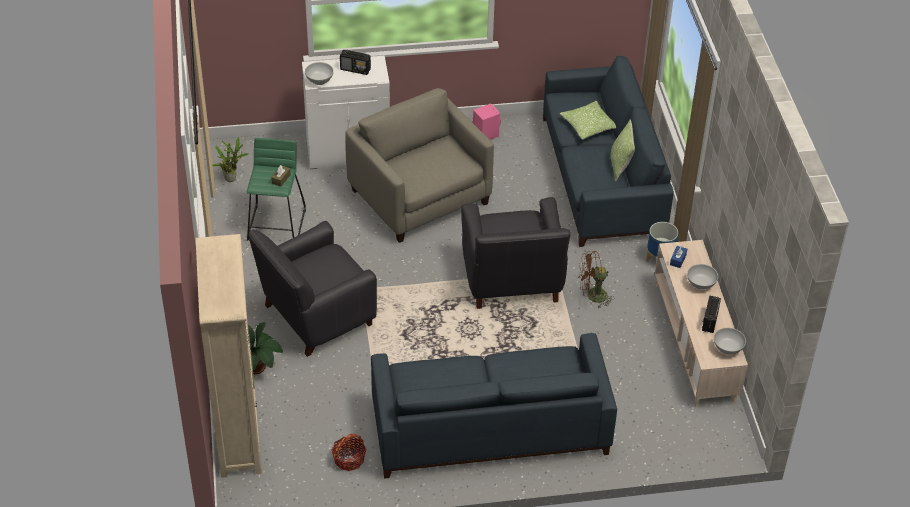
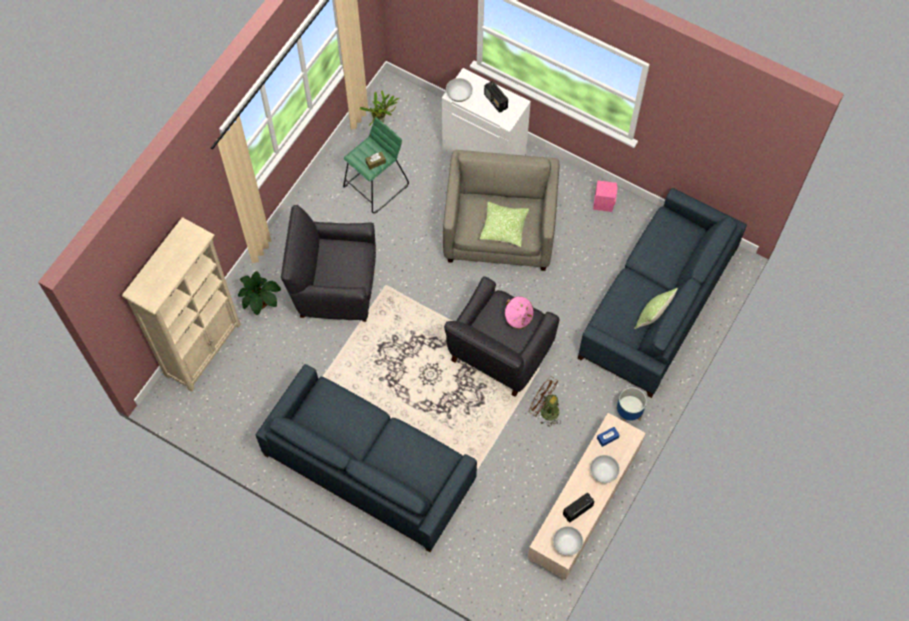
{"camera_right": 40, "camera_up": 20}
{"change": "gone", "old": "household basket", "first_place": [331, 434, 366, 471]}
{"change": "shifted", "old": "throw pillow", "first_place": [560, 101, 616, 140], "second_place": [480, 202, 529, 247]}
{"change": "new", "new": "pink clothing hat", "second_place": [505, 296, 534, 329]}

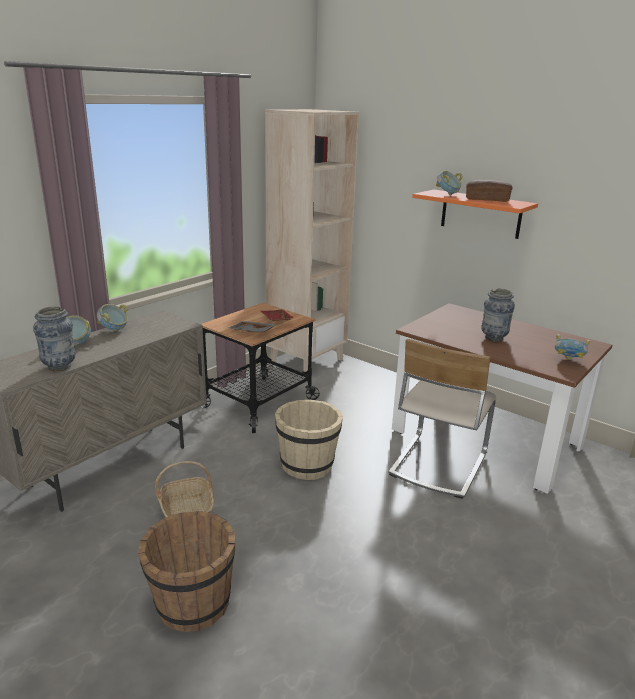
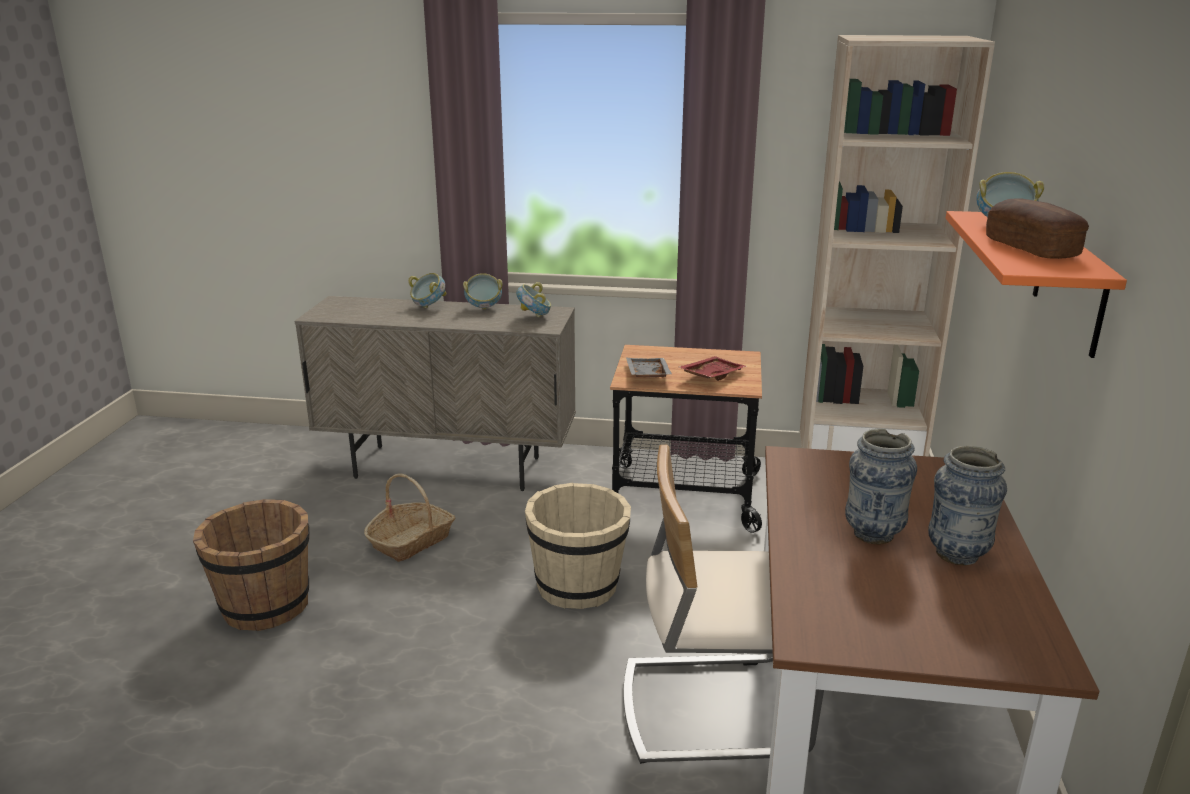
{"camera_right": 60, "camera_up": 0}
{"change": "shifted", "old": "decorative vase", "first_place": [33, 306, 76, 371], "second_place": [928, 446, 1007, 565]}
{"change": "shifted", "old": "deep dish", "first_place": [555, 334, 590, 360], "second_place": [516, 282, 551, 317]}

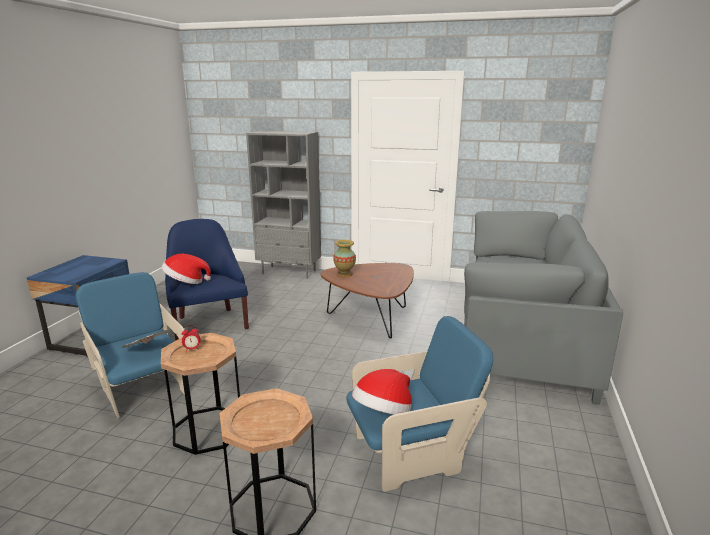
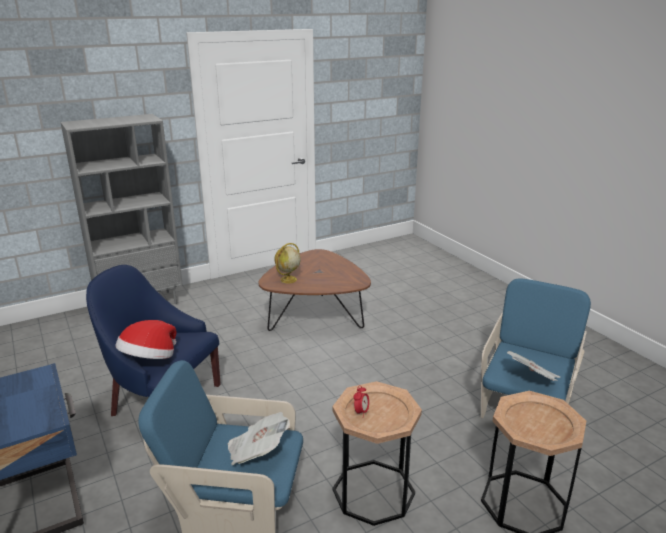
{"camera_right": -45, "camera_up": 5}
{"change": "swapped", "old": "decorative vase", "new": "globe", "first_place": [333, 240, 356, 277], "second_place": [275, 243, 301, 283]}
{"change": "swapped", "old": "clothing hat", "new": "printed paper", "first_place": [352, 369, 412, 414], "second_place": [507, 351, 560, 381]}
{"change": "gone", "old": "gray settee", "first_place": [464, 211, 624, 405]}

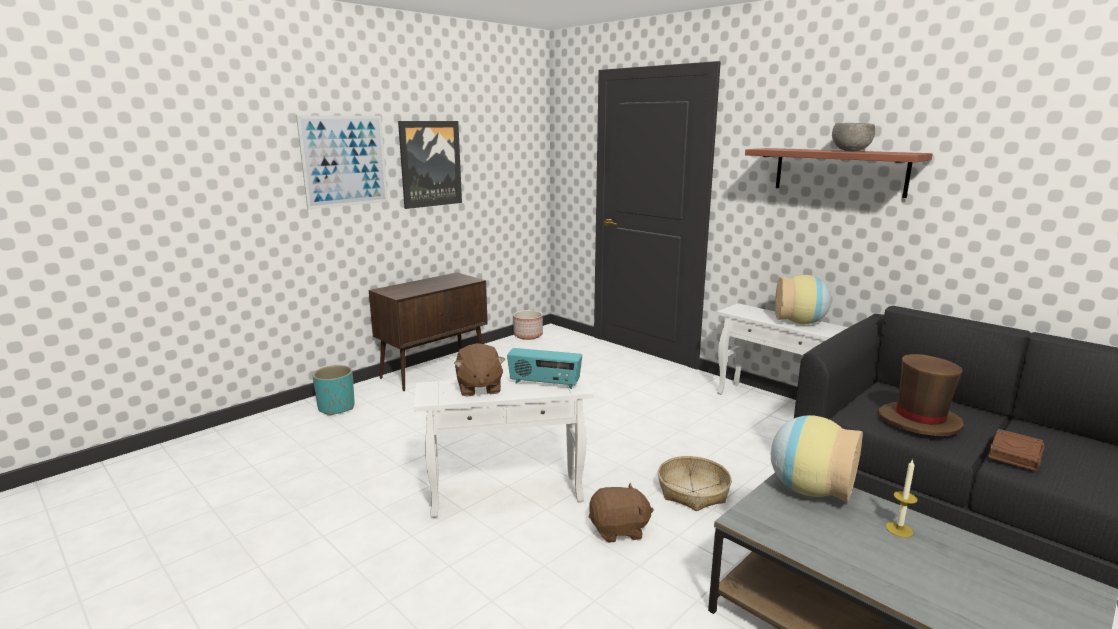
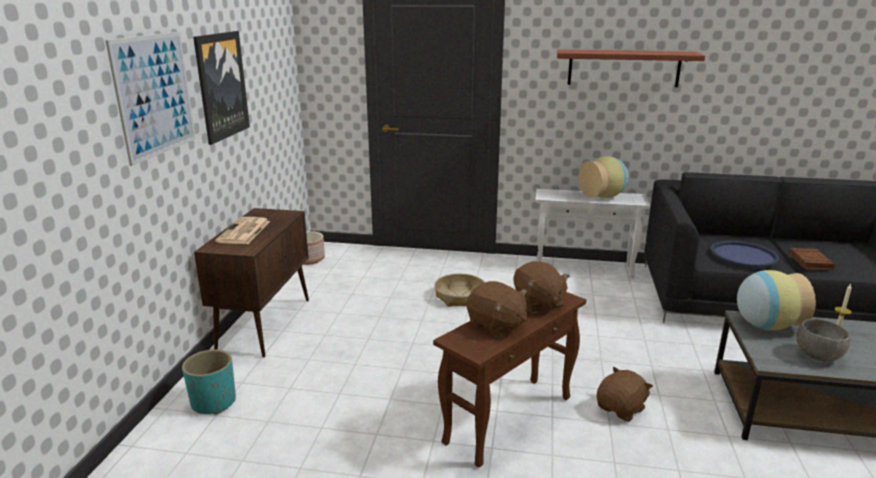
{"camera_right": -35, "camera_up": 5}
{"change": "repainted", "old": "whitish accent table", "new": "brown-coloured accent table", "first_place": [414, 371, 594, 518], "second_place": [433, 292, 586, 468]}
{"change": "swapped", "old": "radio set", "new": "brown-coloured plush toy", "first_place": [507, 348, 582, 389], "second_place": [513, 261, 570, 313]}
{"change": "shifted", "old": "household basket", "first_place": [658, 456, 732, 511], "second_place": [434, 274, 485, 307]}
{"change": "shifted", "old": "gray deep dish", "first_place": [832, 123, 875, 151], "second_place": [796, 319, 850, 361]}
{"change": "swapped", "old": "brown-coloured clothing hat", "new": "blue-coloured carrying tray", "first_place": [878, 354, 964, 436], "second_place": [710, 241, 779, 267]}
{"change": "new", "new": "printed paper", "second_place": [215, 217, 270, 244]}

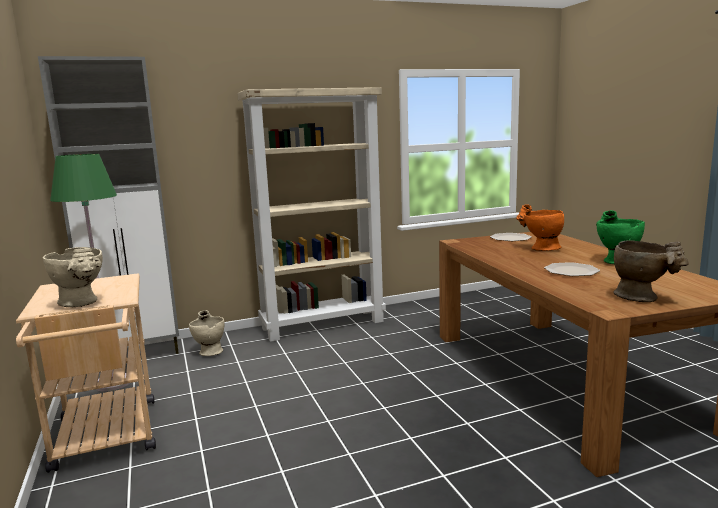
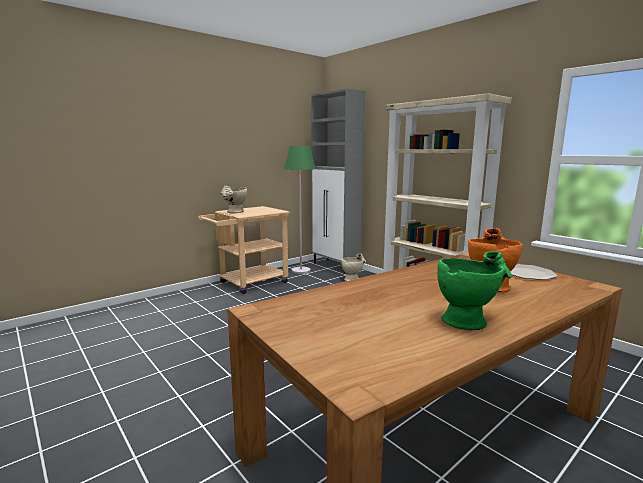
{"camera_right": 70, "camera_up": 0}
{"change": "gone", "old": "plate", "first_place": [544, 262, 600, 276]}
{"change": "gone", "old": "beige-coloured decorative vase", "first_place": [613, 241, 689, 302]}

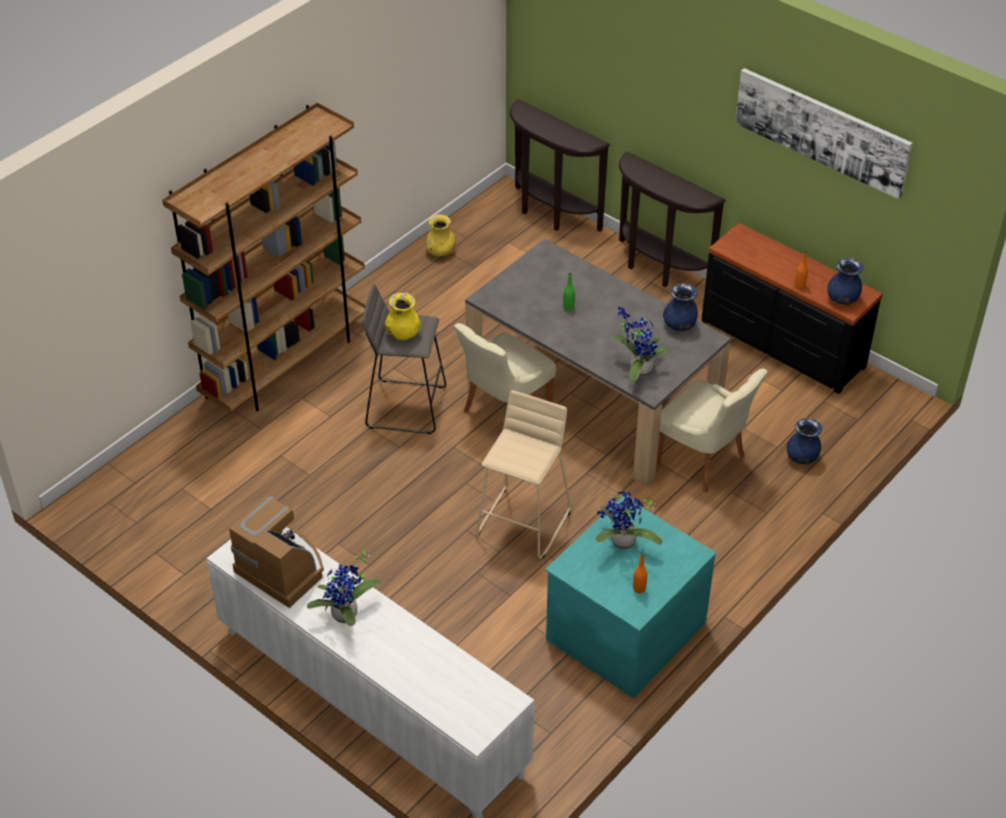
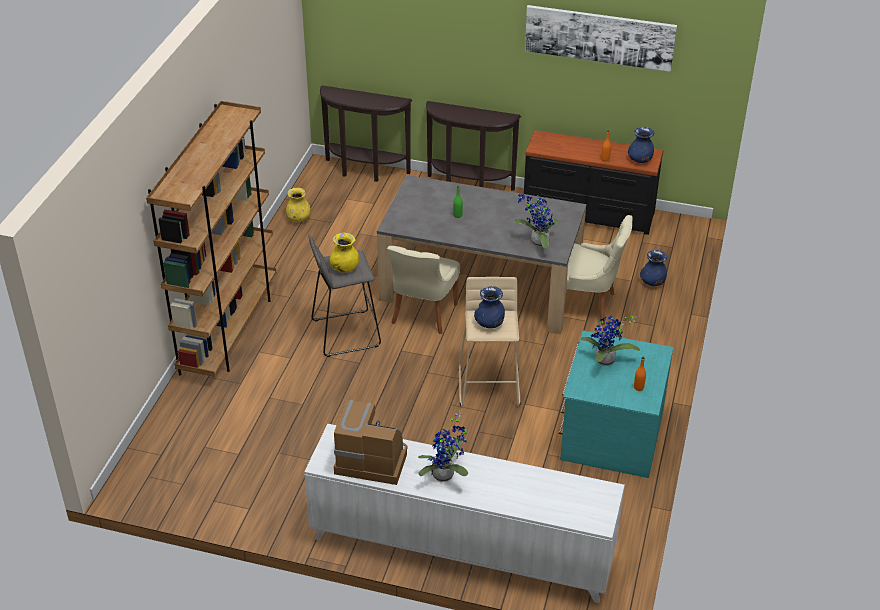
{"camera_right": -25, "camera_up": -5}
{"change": "shifted", "old": "blue-coloured decorative vase", "first_place": [663, 283, 698, 331], "second_place": [474, 286, 505, 328]}

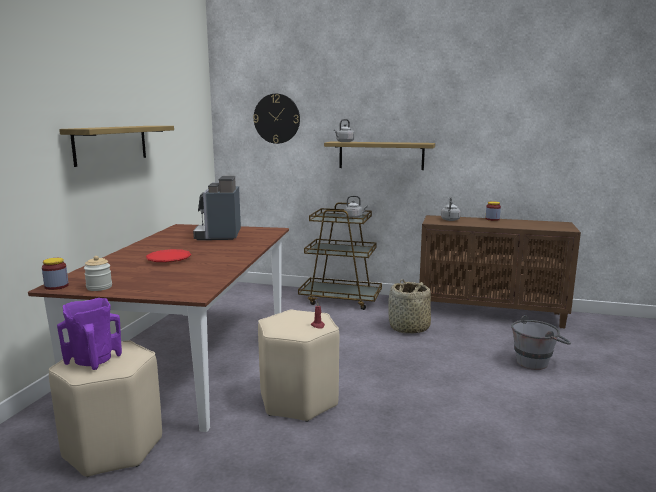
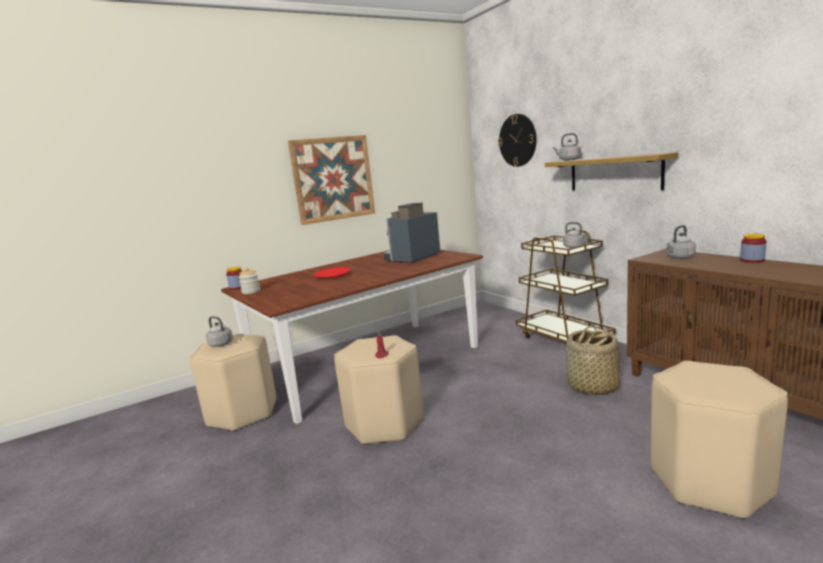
{"camera_right": 45, "camera_up": 0}
{"change": "swapped", "old": "purple-coloured decorative vase", "new": "gray water kettle", "first_place": [57, 298, 122, 370], "second_place": [206, 316, 233, 347]}
{"change": "swapped", "old": "bracket shelf", "new": "wall picture", "first_place": [59, 126, 174, 167], "second_place": [288, 135, 375, 225]}
{"change": "swapped", "old": "gray water bucket", "new": "beige-coloured stool seat", "first_place": [511, 315, 571, 370], "second_place": [651, 361, 788, 520]}

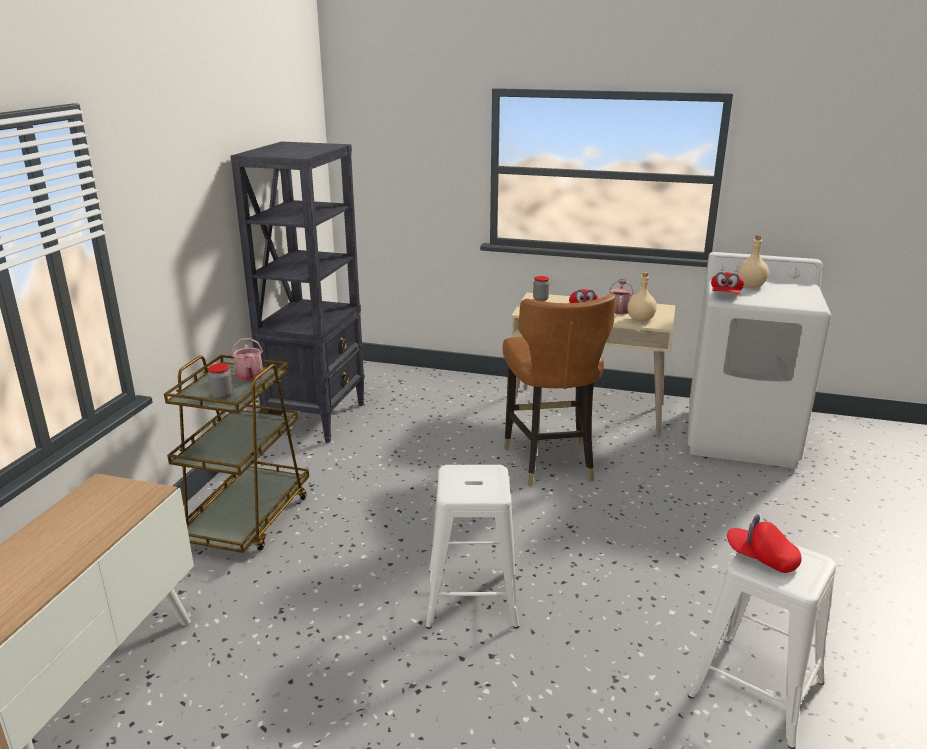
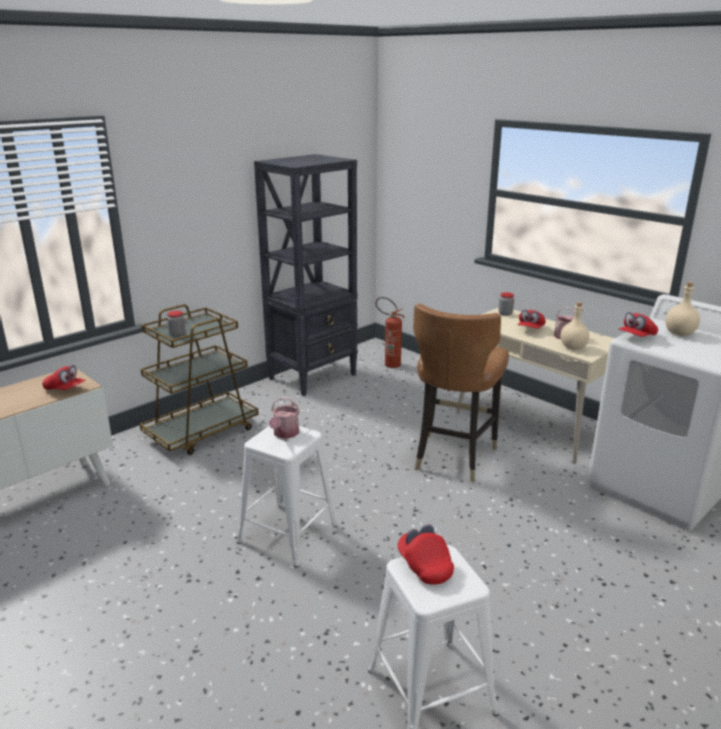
{"camera_right": 30, "camera_up": 0}
{"change": "shifted", "old": "watering can", "first_place": [231, 338, 264, 382], "second_place": [269, 397, 300, 439]}
{"change": "new", "new": "red-coloured peaked cap", "second_place": [42, 365, 85, 390]}
{"change": "new", "new": "fire extinguisher", "second_place": [376, 297, 405, 368]}

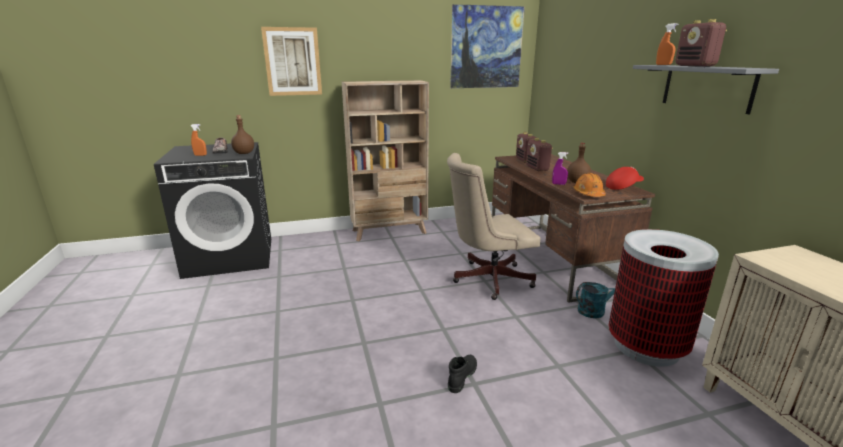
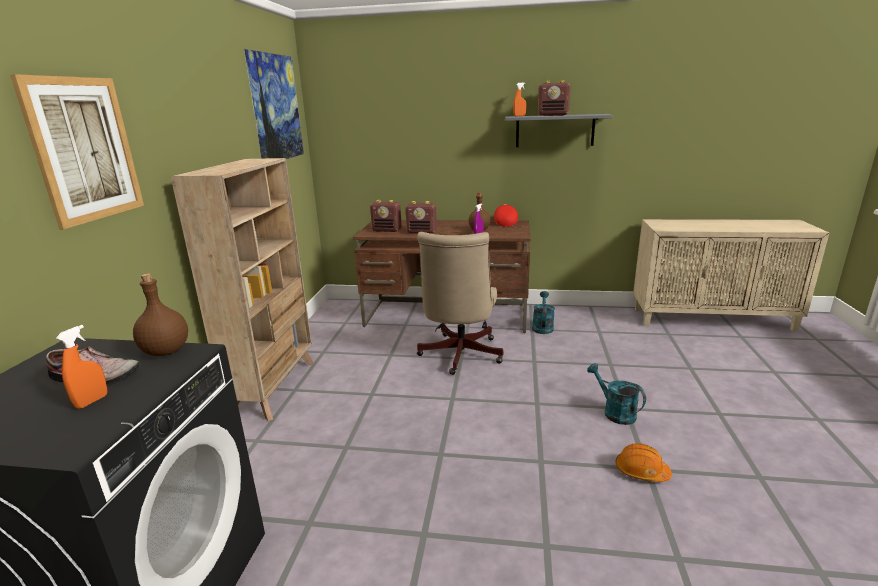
{"camera_right": -65, "camera_up": 0}
{"change": "swapped", "old": "black-coloured boot", "new": "blue-green watering can", "first_place": [448, 355, 477, 393], "second_place": [587, 363, 646, 425]}
{"change": "shifted", "old": "orange work helmet", "first_place": [574, 173, 606, 197], "second_place": [615, 443, 672, 482]}
{"change": "gone", "old": "rubbish bin", "first_place": [608, 229, 719, 367]}

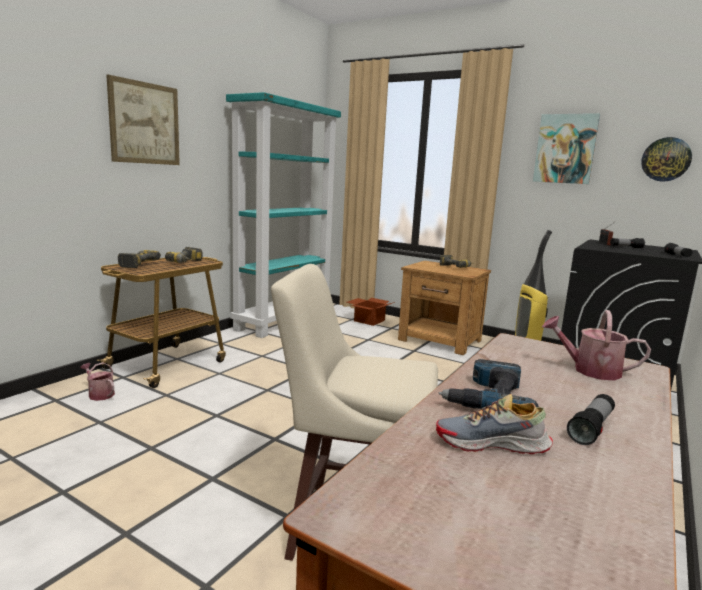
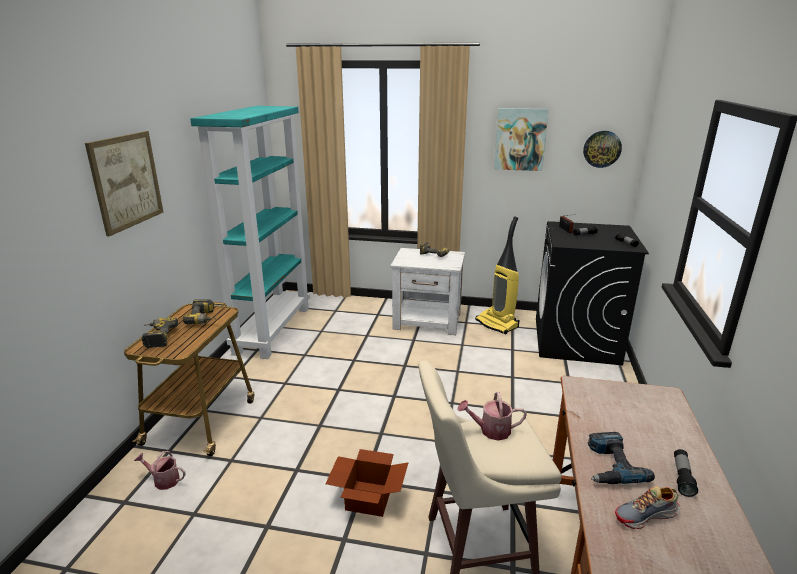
{"camera_right": -20, "camera_up": 10}
{"change": "shifted", "old": "carton", "first_place": [347, 298, 395, 326], "second_place": [325, 449, 409, 517]}
{"change": "repainted", "old": "brown-coloured nightstand", "new": "whitish nightstand", "first_place": [398, 261, 491, 355], "second_place": [390, 248, 465, 335]}
{"change": "shifted", "old": "watering can", "first_place": [542, 310, 651, 381], "second_place": [457, 392, 527, 441]}

